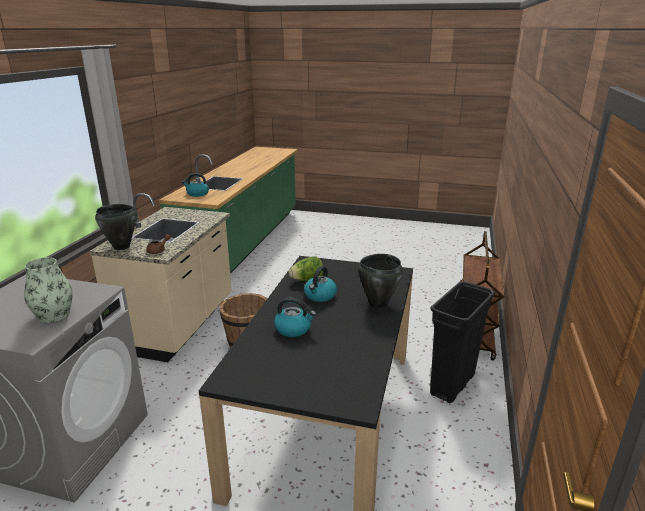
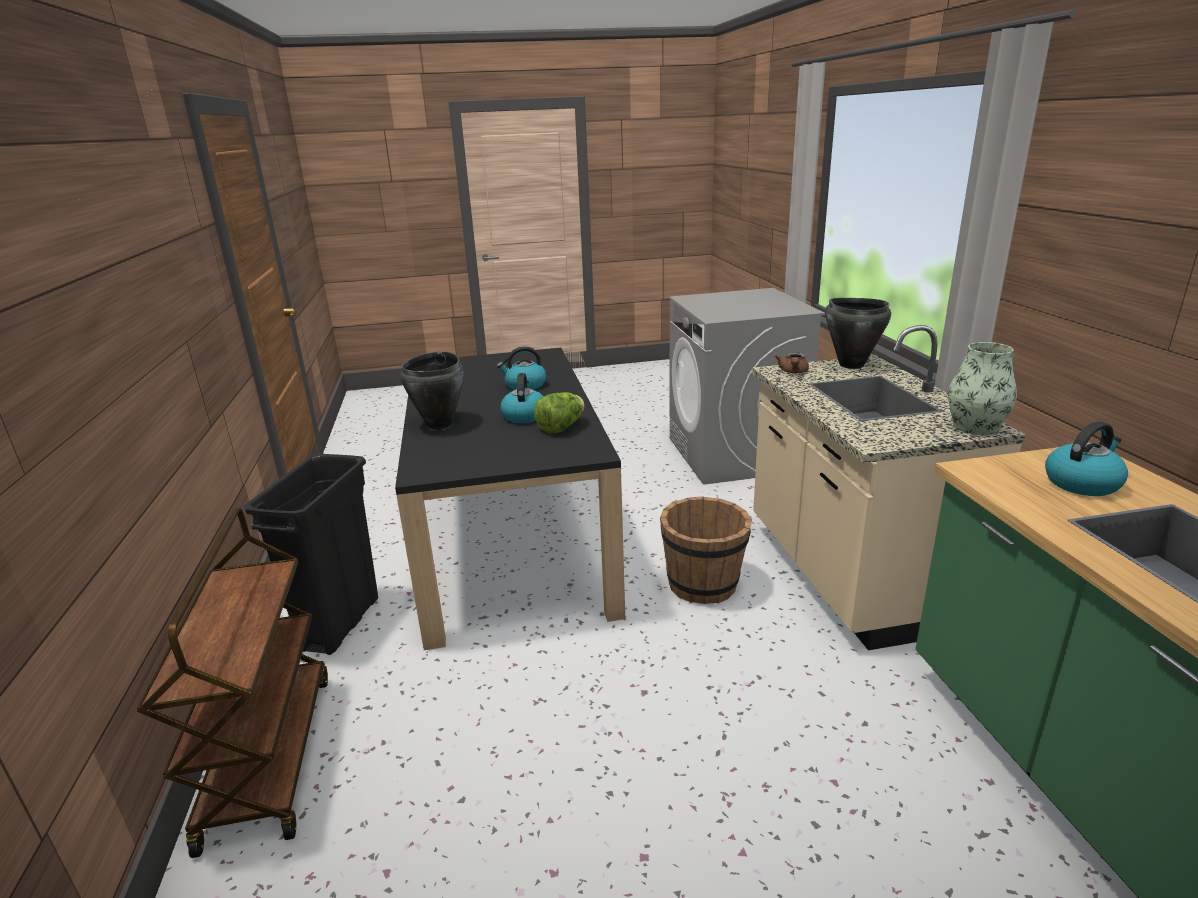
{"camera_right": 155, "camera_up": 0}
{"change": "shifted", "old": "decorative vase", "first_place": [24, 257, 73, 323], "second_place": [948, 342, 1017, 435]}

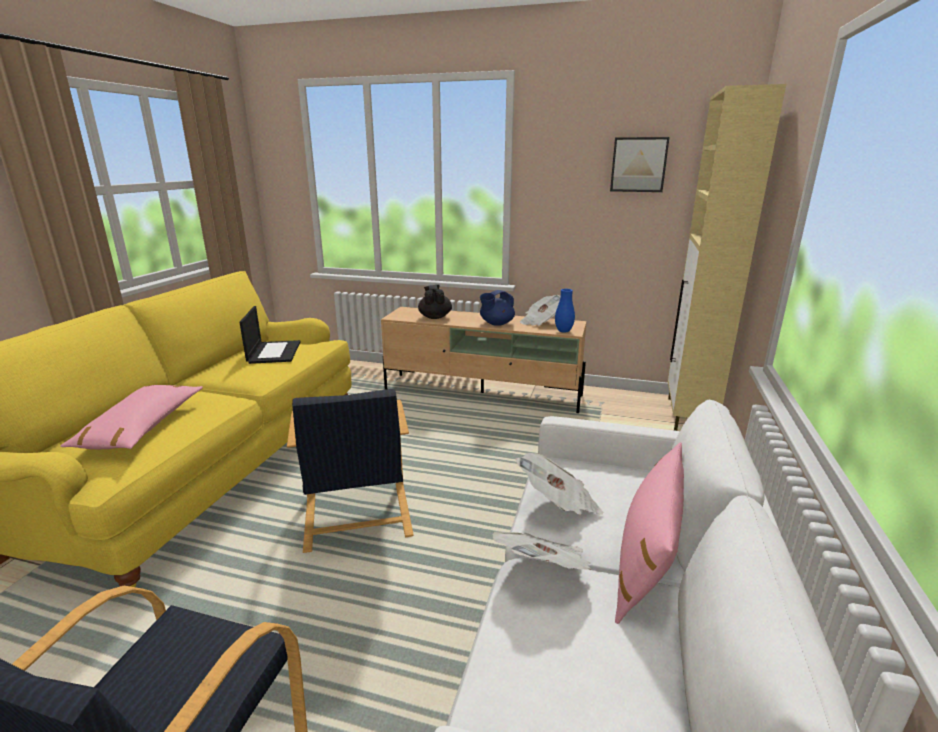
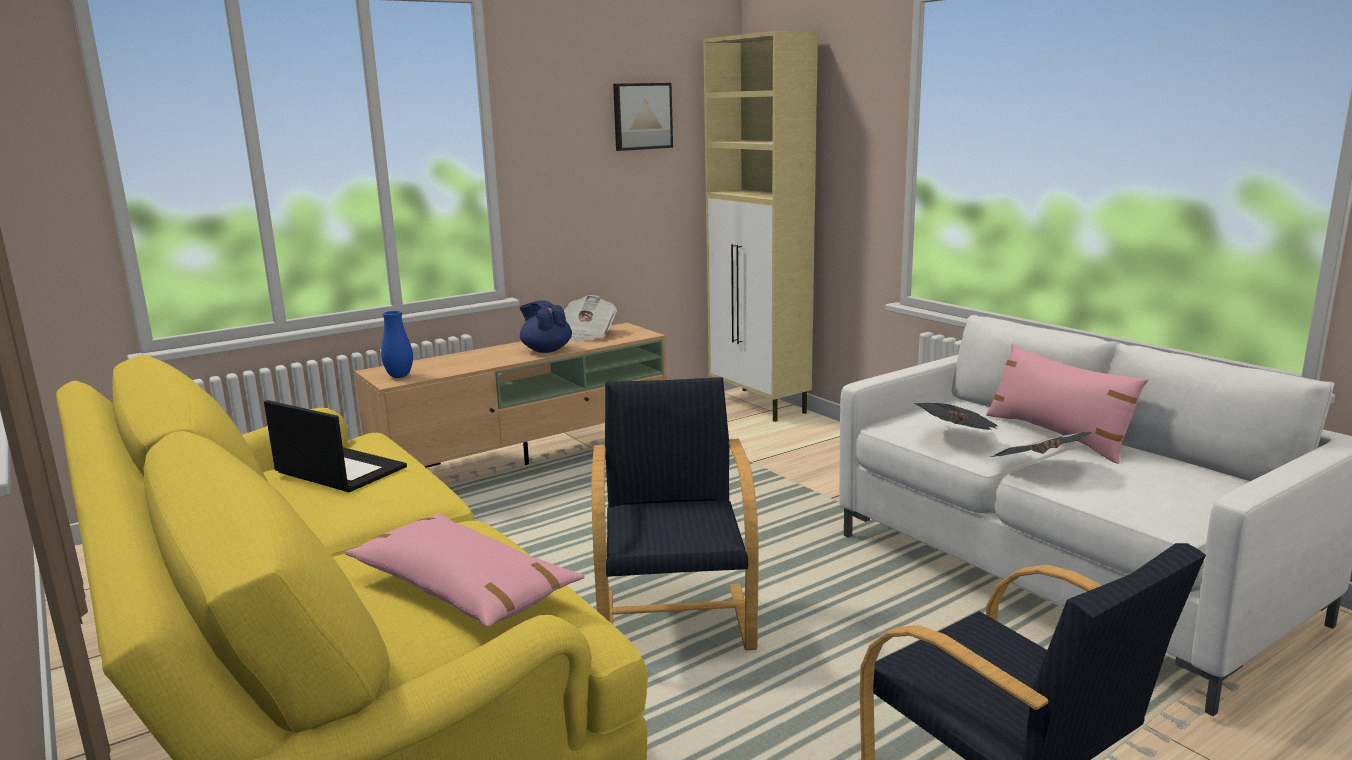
{"camera_right": -50, "camera_up": -5}
{"change": "rotated", "old": "black-coloured armchair", "first_place": [287, 389, 414, 553], "second_place": [591, 377, 759, 650], "degrees": -120}
{"change": "gone", "old": "black-coloured pot for tea", "first_place": [418, 284, 452, 319]}
{"change": "rotated", "old": "blue-coloured pot for tea", "first_place": [480, 290, 515, 326], "second_place": [519, 301, 572, 353], "degrees": 135}
{"change": "shifted", "old": "blue-coloured decorative vase", "first_place": [555, 289, 575, 333], "second_place": [381, 311, 413, 378]}

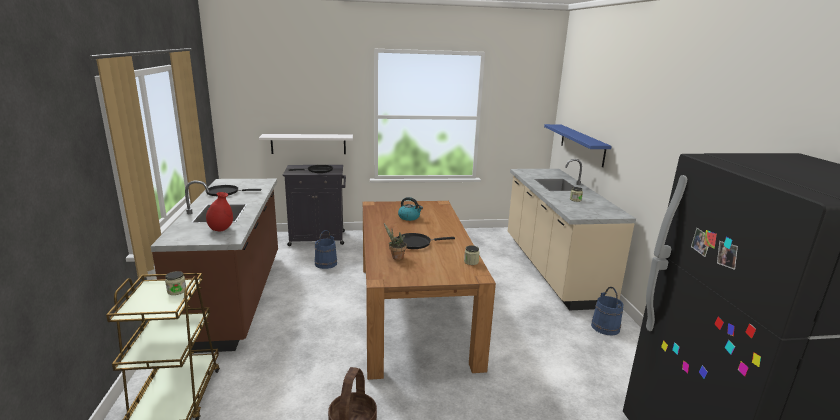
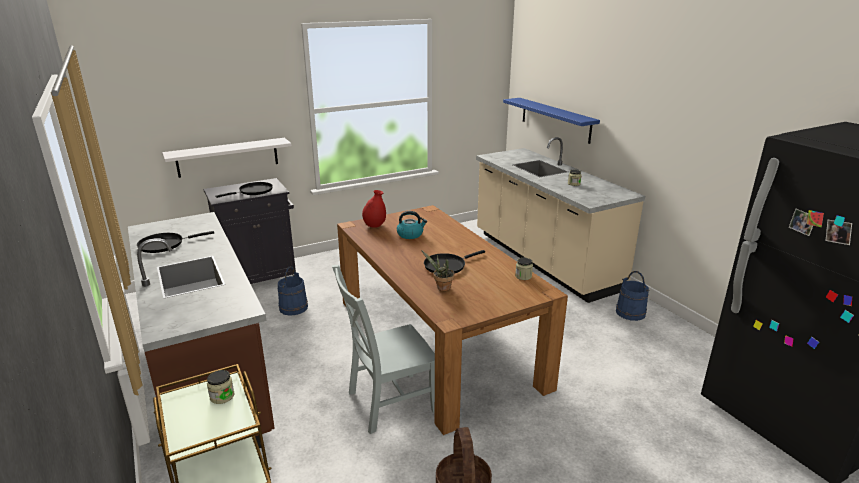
{"camera_right": -20, "camera_up": 5}
{"change": "shifted", "old": "red-coloured decorative vase", "first_place": [206, 192, 233, 231], "second_place": [362, 190, 386, 228]}
{"change": "new", "new": "gray upright chair", "second_place": [332, 265, 435, 434]}

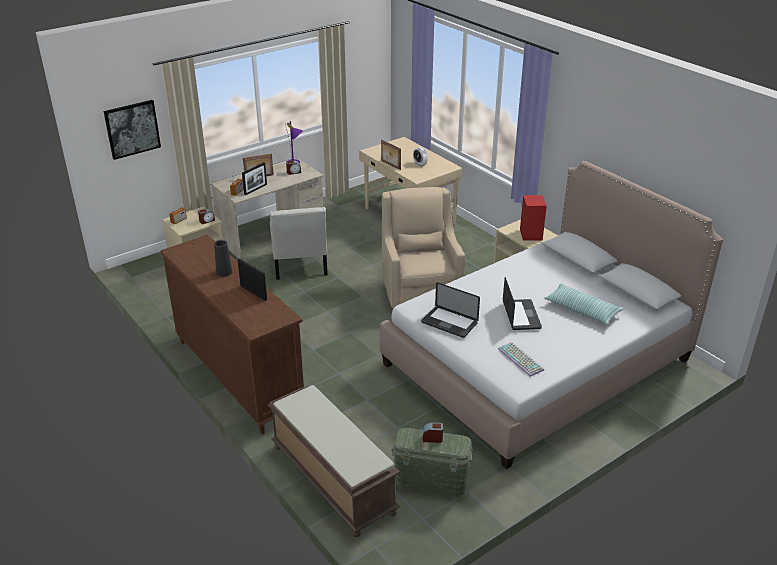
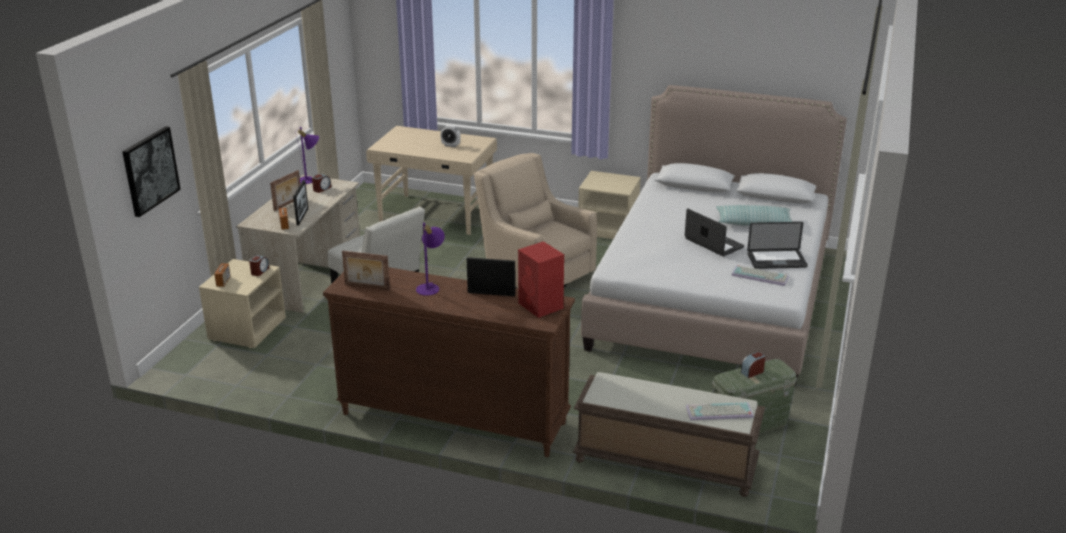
{"camera_right": -35, "camera_up": -5}
{"change": "swapped", "old": "black-coloured decorative vase", "new": "purple-coloured lamp for a table", "first_place": [214, 240, 232, 277], "second_place": [416, 223, 445, 296]}
{"change": "shifted", "old": "photo frame", "first_place": [381, 140, 401, 170], "second_place": [342, 251, 390, 290]}
{"change": "shifted", "old": "notebook computer", "first_place": [421, 282, 480, 338], "second_place": [747, 222, 808, 269]}
{"change": "shifted", "old": "red-coloured audio speaker", "first_place": [520, 195, 547, 241], "second_place": [518, 241, 564, 318]}
{"change": "new", "new": "PC keyboard", "second_place": [686, 402, 754, 420]}

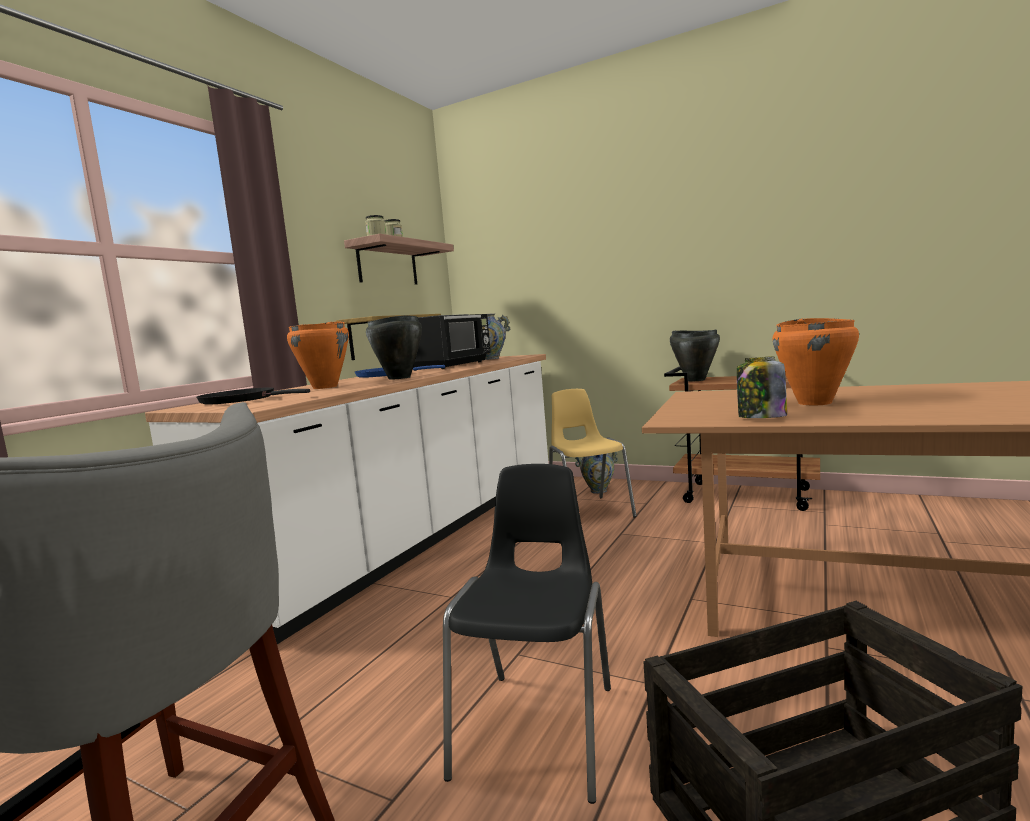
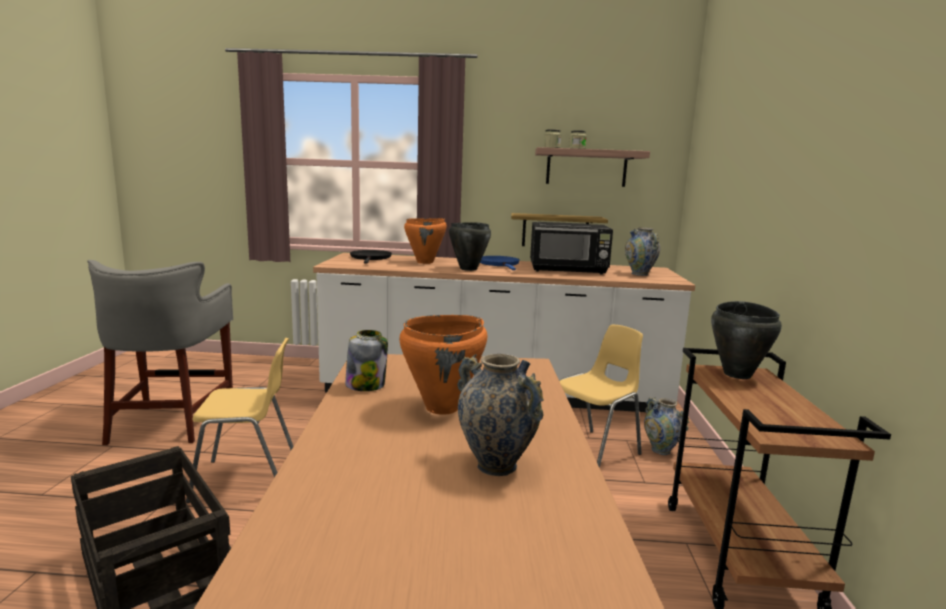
{"camera_right": 65, "camera_up": 5}
{"change": "repainted", "old": "black-coloured upright chair", "new": "yellow upright chair", "first_place": [443, 464, 611, 804], "second_place": [186, 338, 294, 503]}
{"change": "new", "new": "decorative vase", "second_place": [458, 354, 544, 476]}

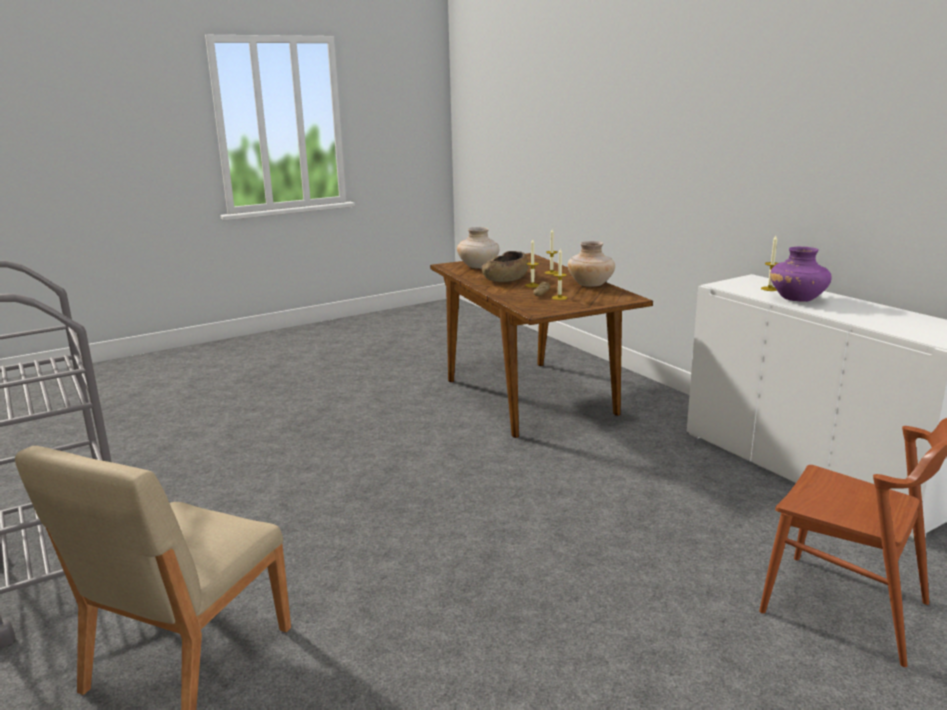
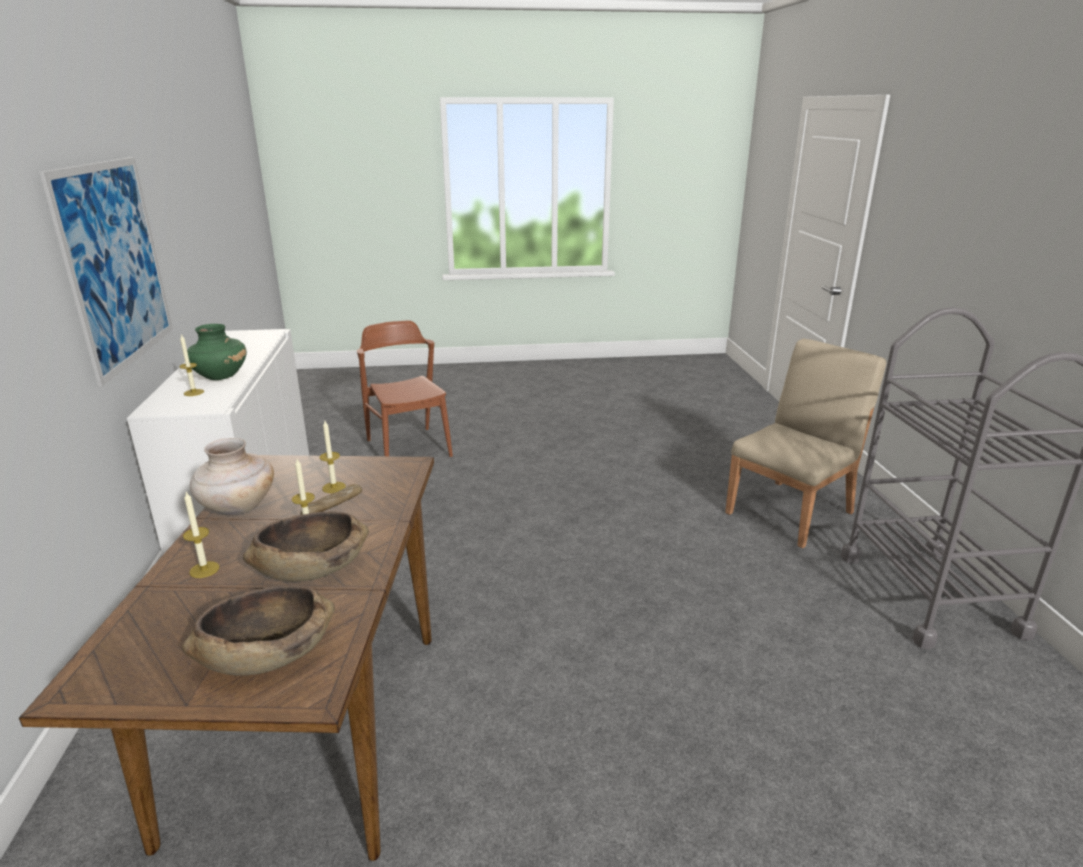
{"camera_right": -155, "camera_up": 5}
{"change": "swapped", "old": "beige-coloured decorative vase", "new": "brown-coloured deep dish", "first_place": [457, 227, 499, 269], "second_place": [182, 585, 335, 676]}
{"change": "repainted", "old": "purple-coloured decorative vase", "new": "green-coloured decorative vase", "first_place": [770, 247, 832, 302], "second_place": [187, 324, 247, 380]}
{"change": "new", "new": "wall picture", "second_place": [39, 157, 173, 387]}

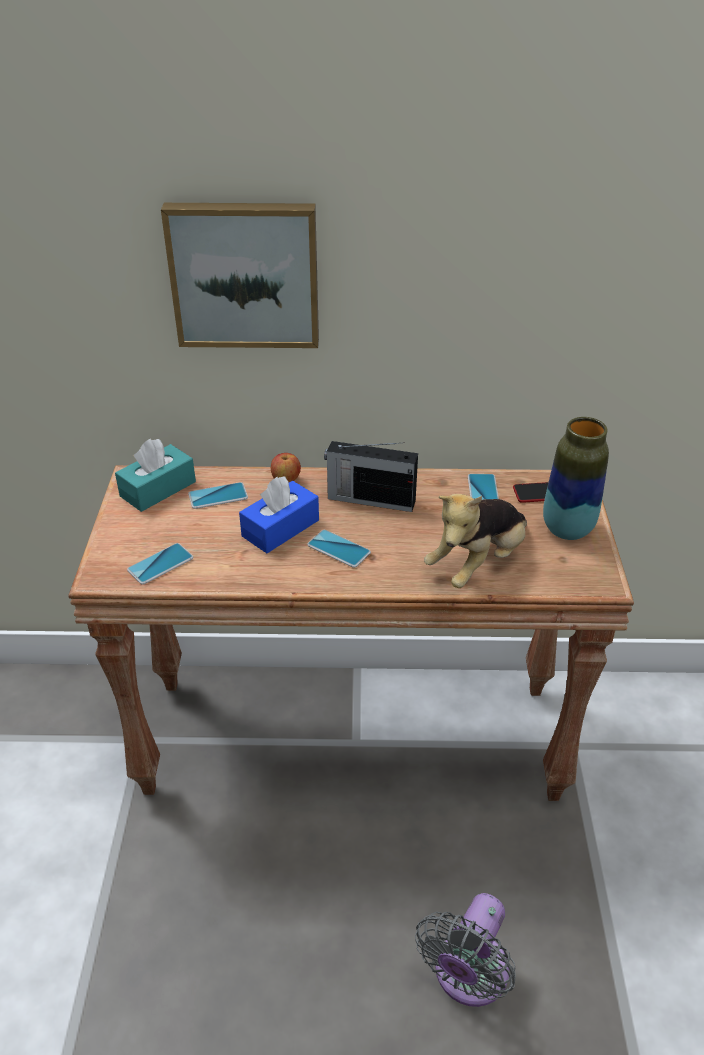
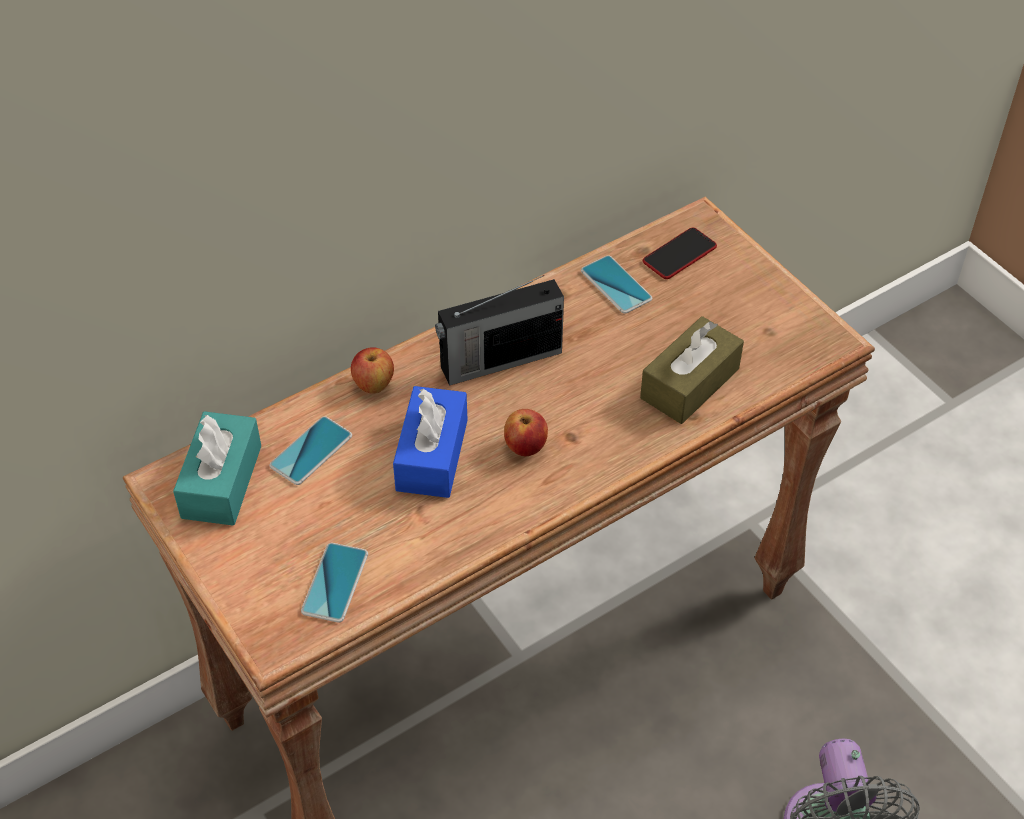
{"camera_right": -35, "camera_up": 10}
{"change": "gone", "old": "wall picture", "first_place": [161, 203, 319, 348]}
{"change": "swapped", "old": "telephone", "new": "whole apple", "first_place": [307, 530, 371, 568], "second_place": [504, 409, 548, 456]}
{"change": "swapped", "old": "plush toy", "new": "brown-coloured tissue holder", "first_place": [424, 494, 527, 588], "second_place": [640, 316, 744, 424]}
{"change": "gone", "old": "decorative vase", "first_place": [543, 417, 609, 540]}

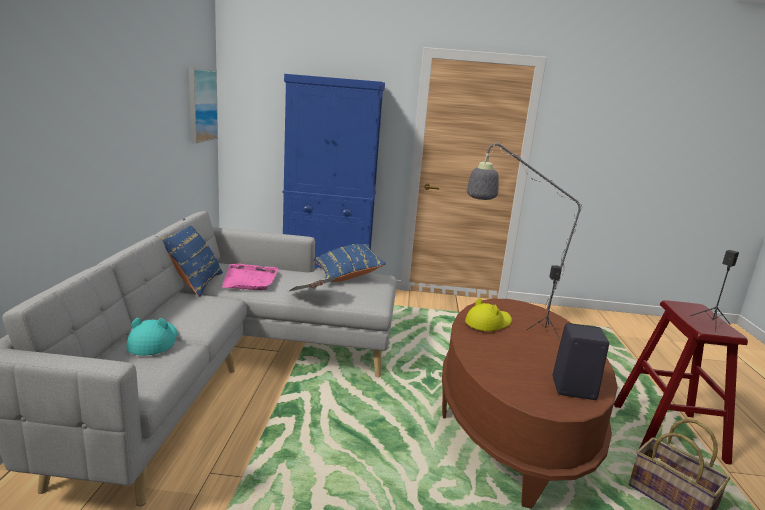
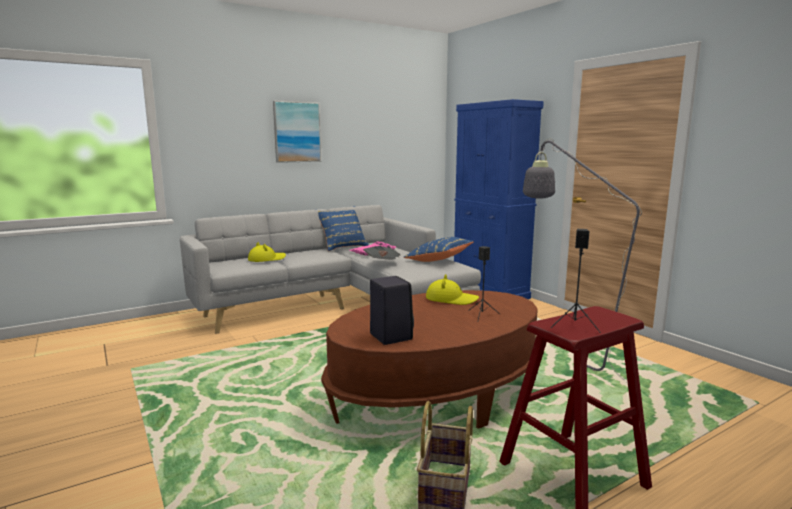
{"camera_right": 55, "camera_up": -5}
{"change": "repainted", "old": "blue-green clothing hat", "new": "yellow clothing hat", "first_place": [126, 318, 177, 356], "second_place": [248, 242, 286, 262]}
{"change": "shifted", "old": "wall picture", "first_place": [189, 68, 218, 143], "second_place": [273, 101, 321, 163]}

